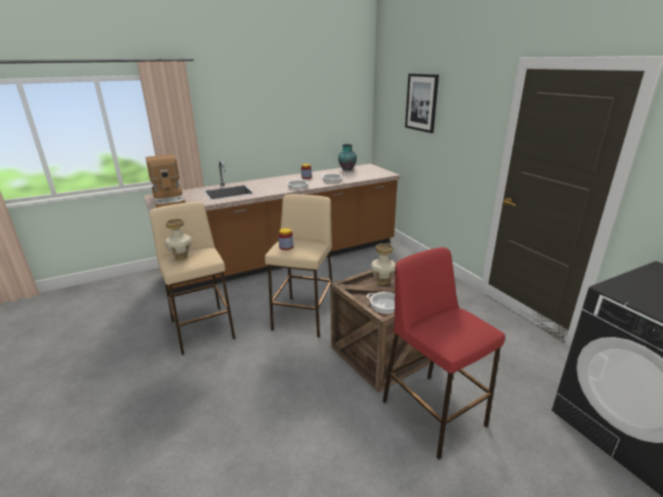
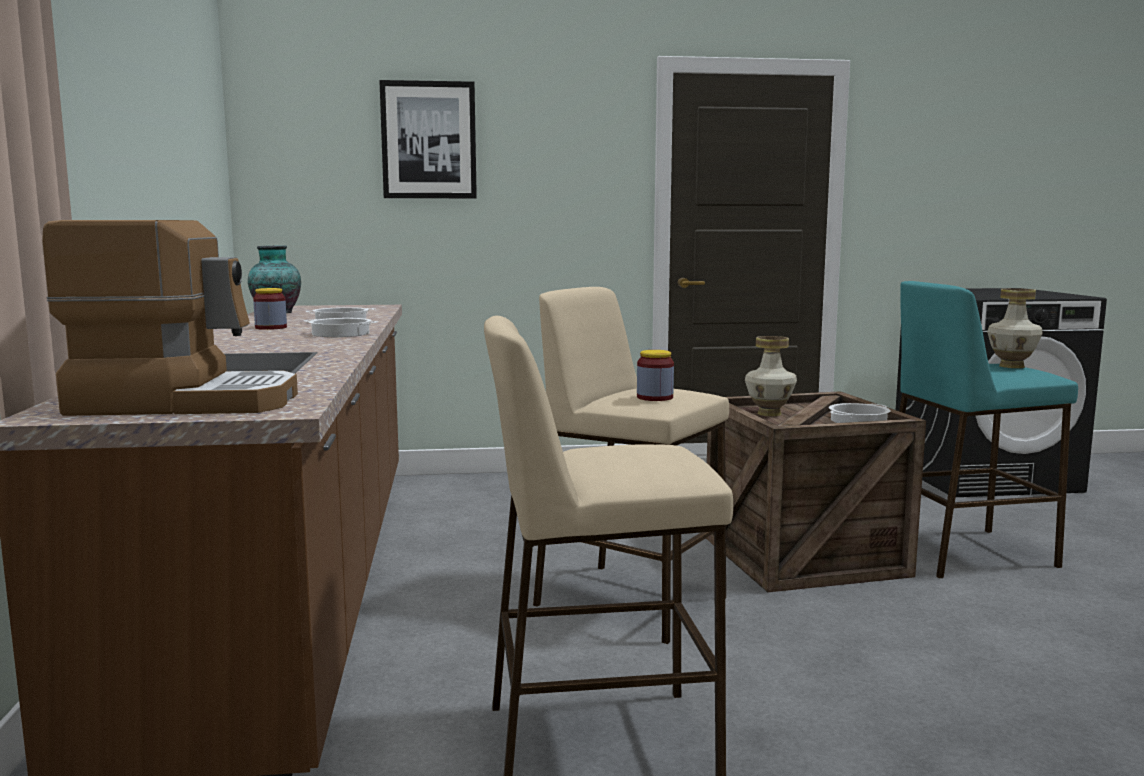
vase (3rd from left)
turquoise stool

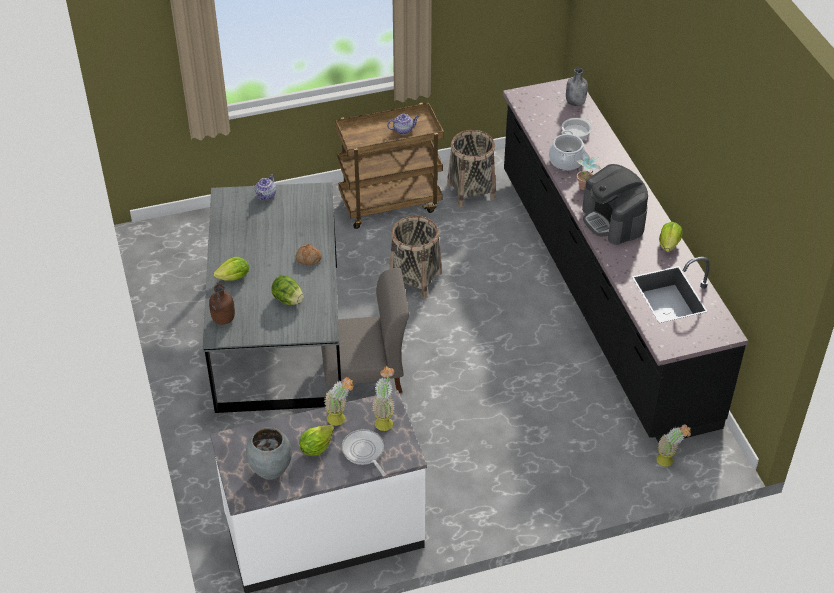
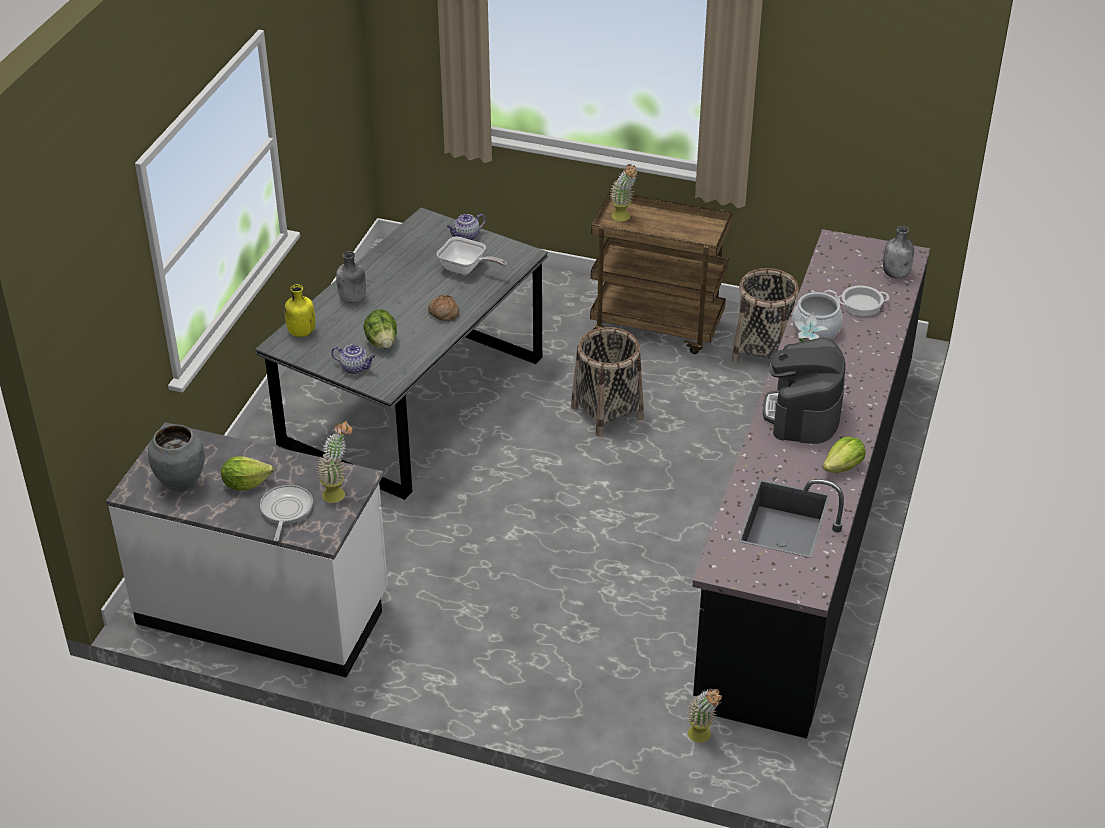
grey chair
frying pan (2nd from left)
potted plant (2nd from left)
teapot (1st from left)
grey bottle (1st from left)
yellow bottle

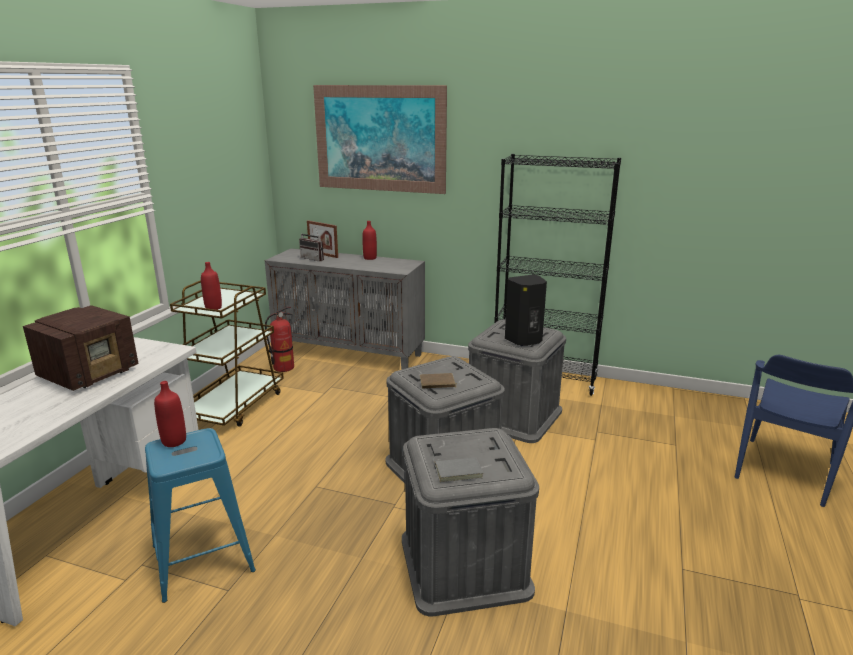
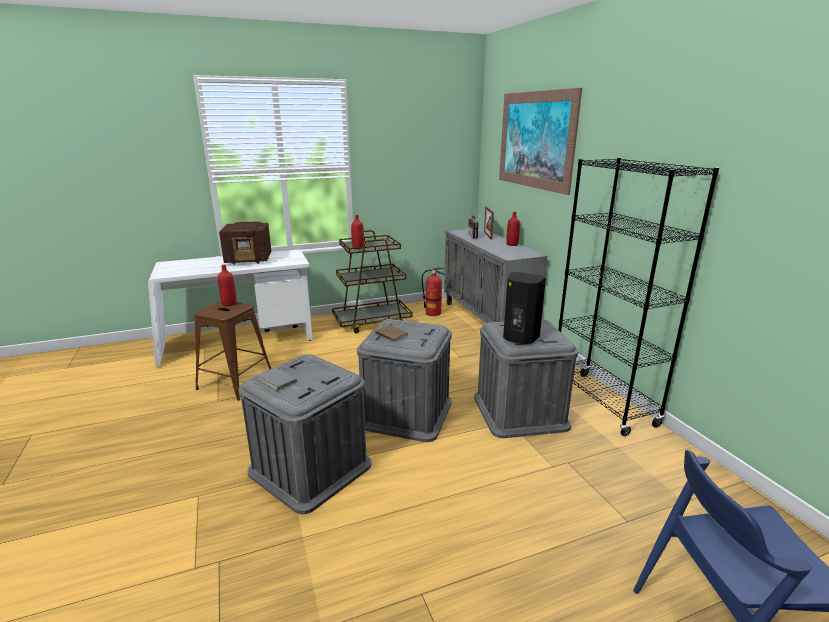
brown stool

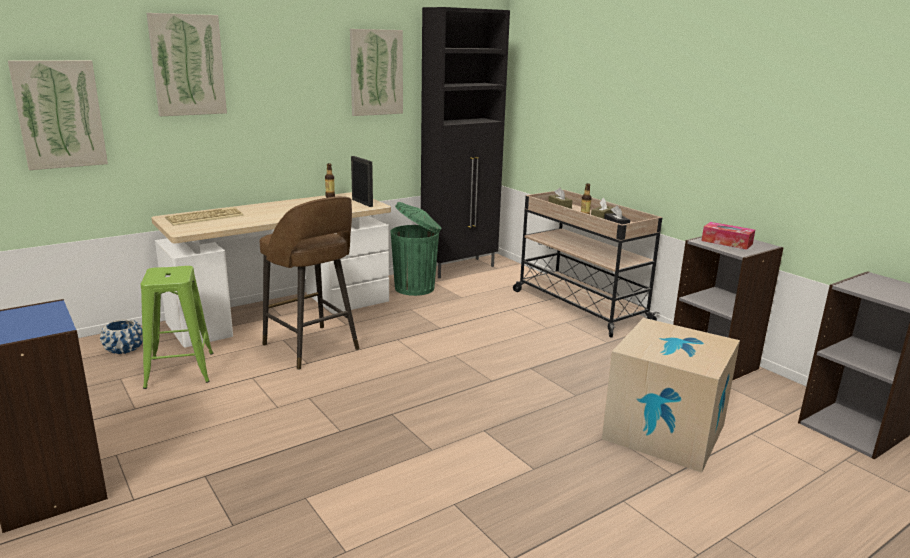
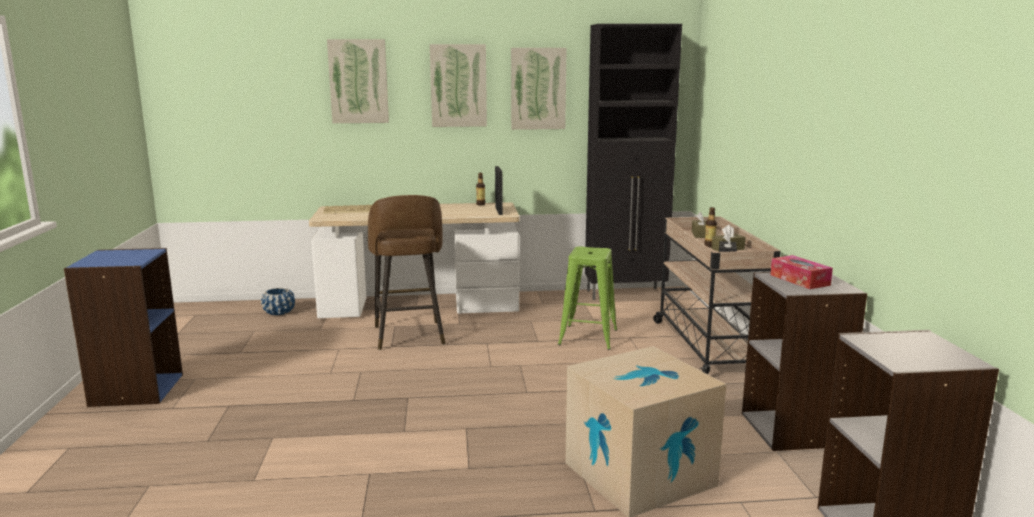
green trash can
picture (2nd from left)
green stool

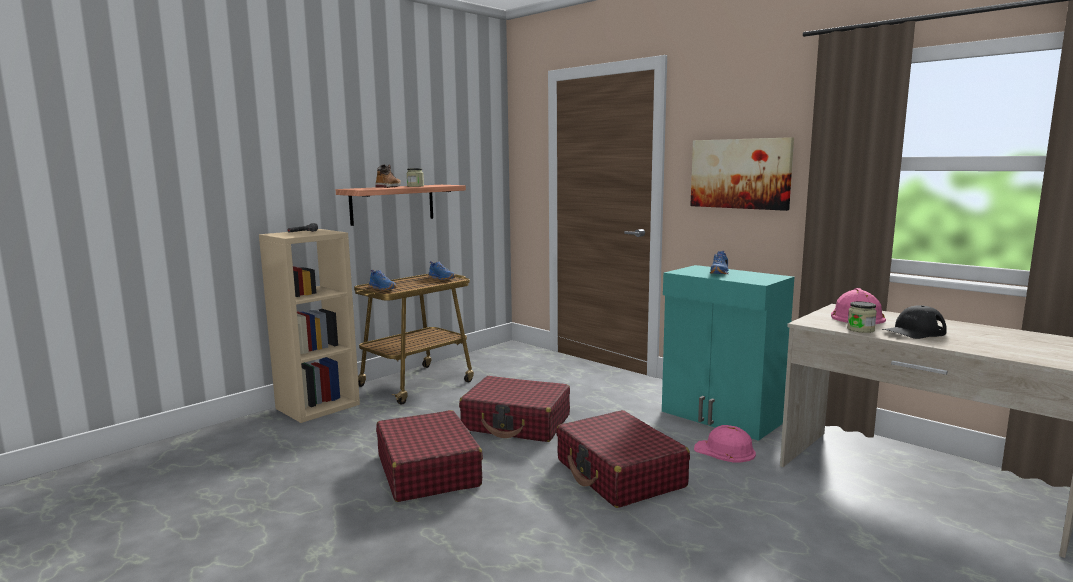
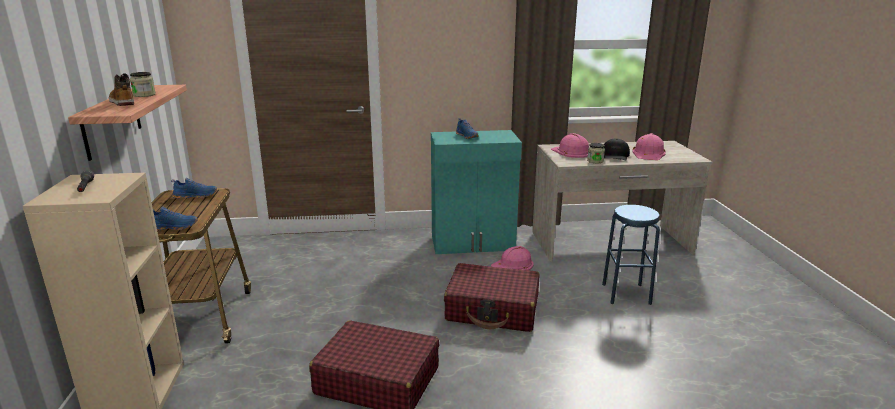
red suitcase (2nd from left in the first image)
picture
blue stool
pink hard hat (3rd from left)

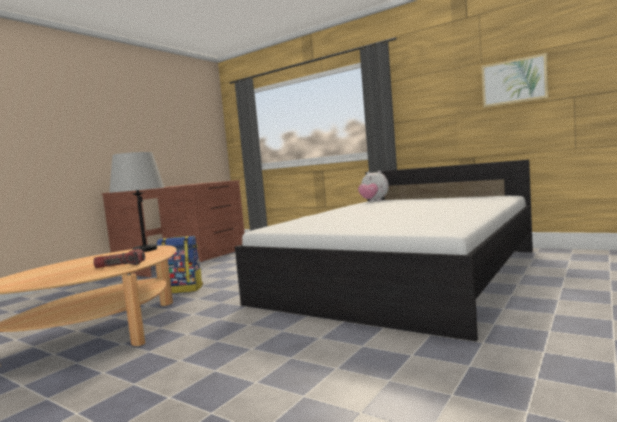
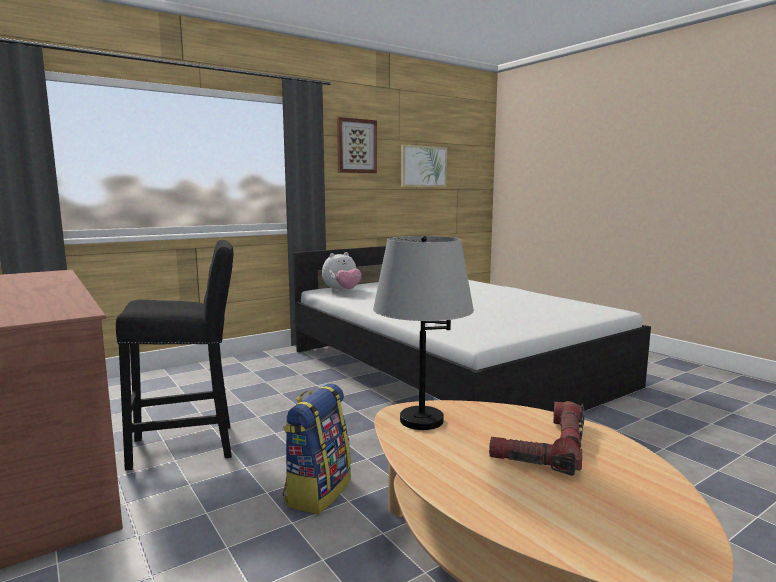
black stool
picture (1st from left)
flashlight (1st from left)

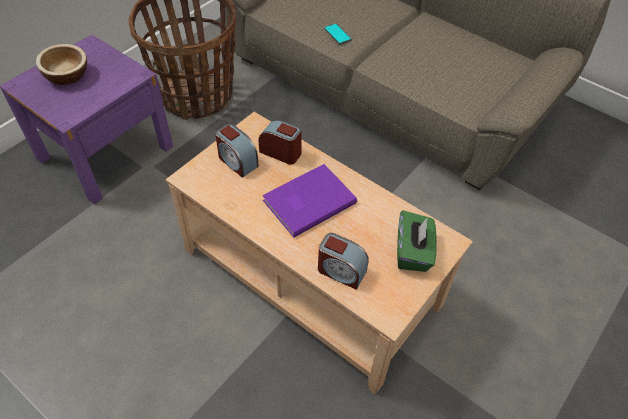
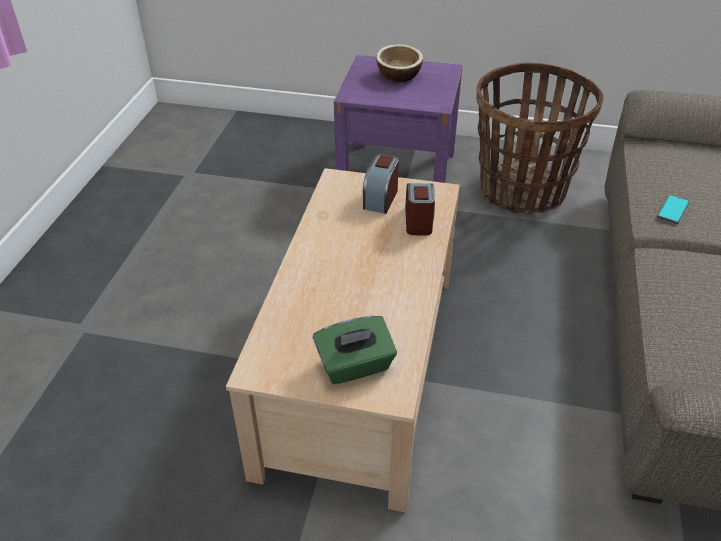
purple book
alarm clock (3rd from left in the first image)

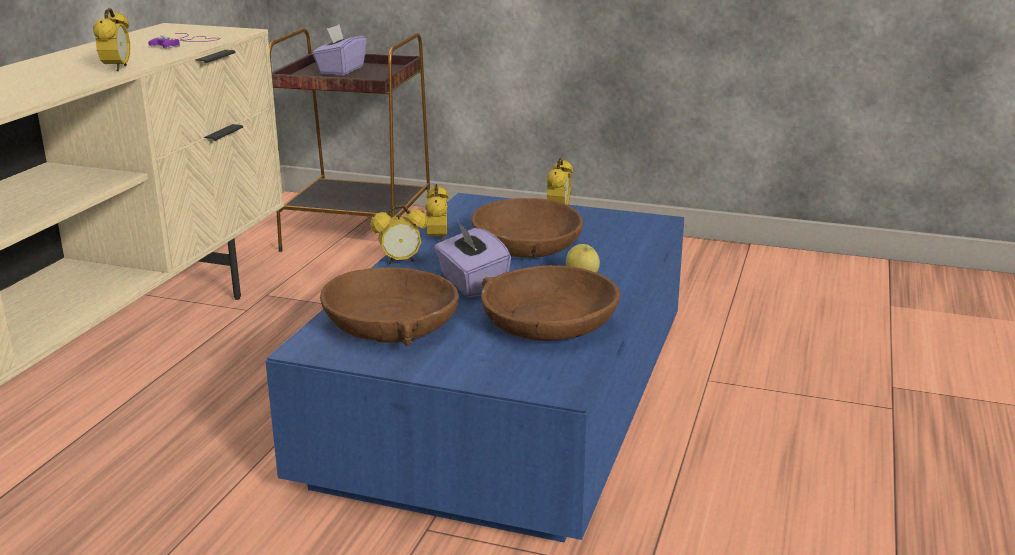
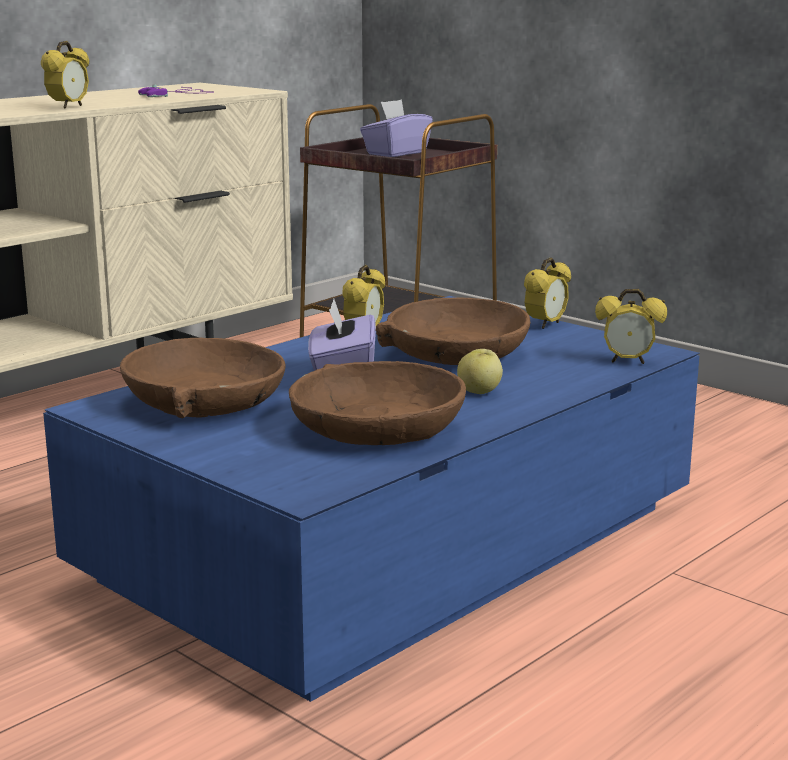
alarm clock (4th from left)

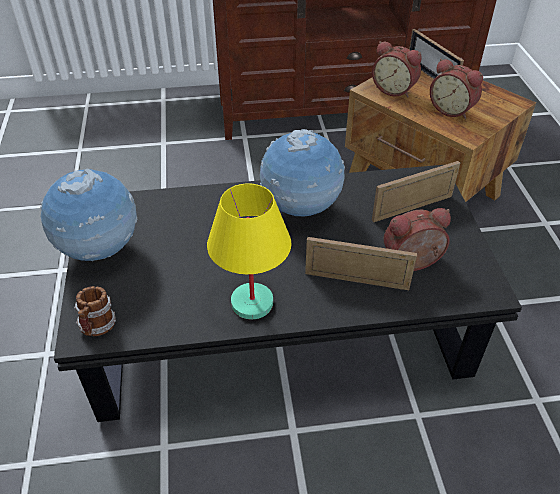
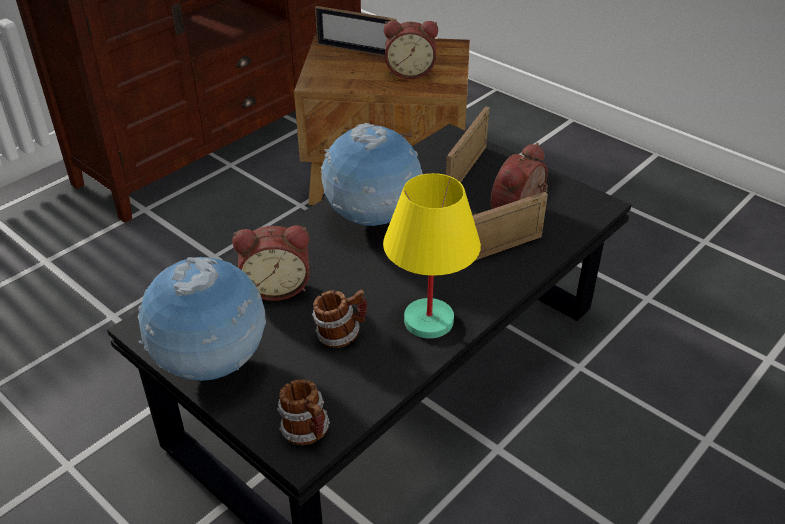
mug (2nd from left)
alarm clock (1st from left)

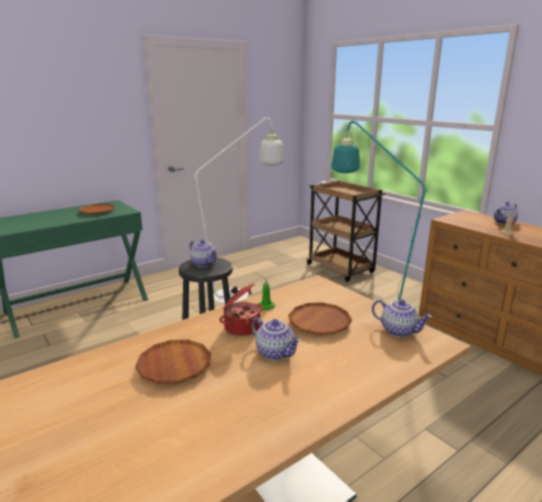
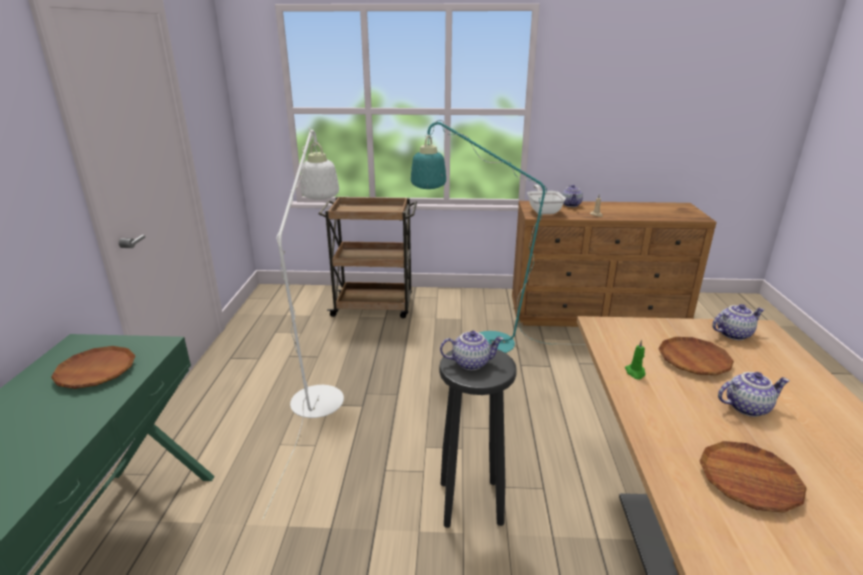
cooking pot
frying pan

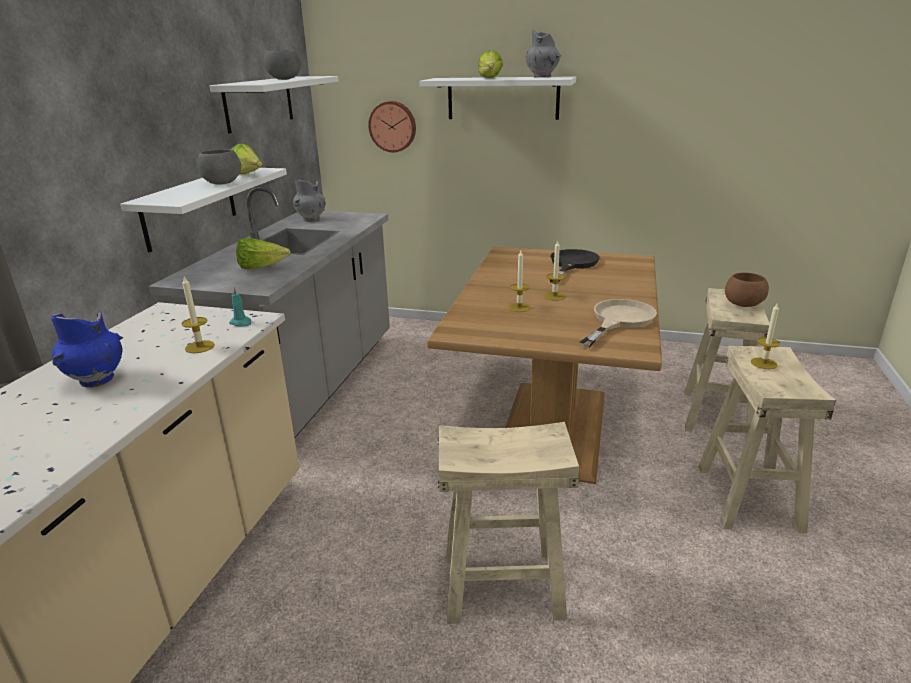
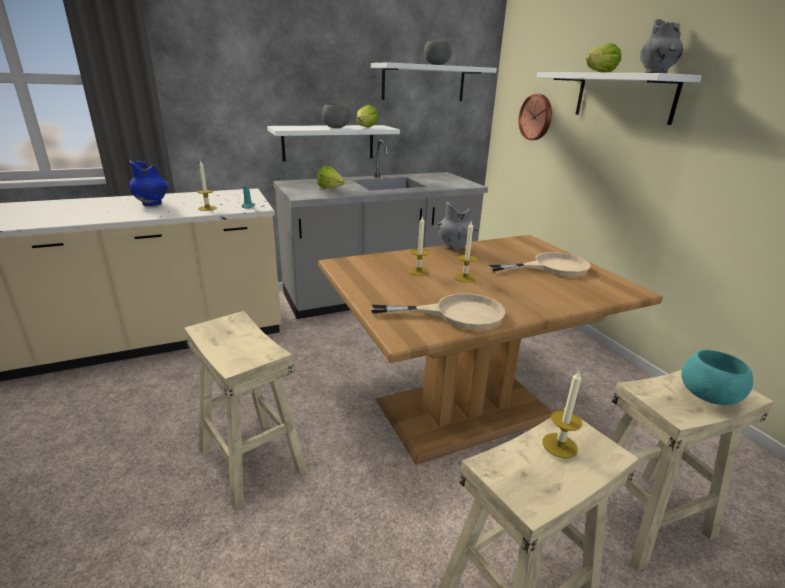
grey vase (1st from left)
beige frying pan (2nd from left)
turquoise bowl

